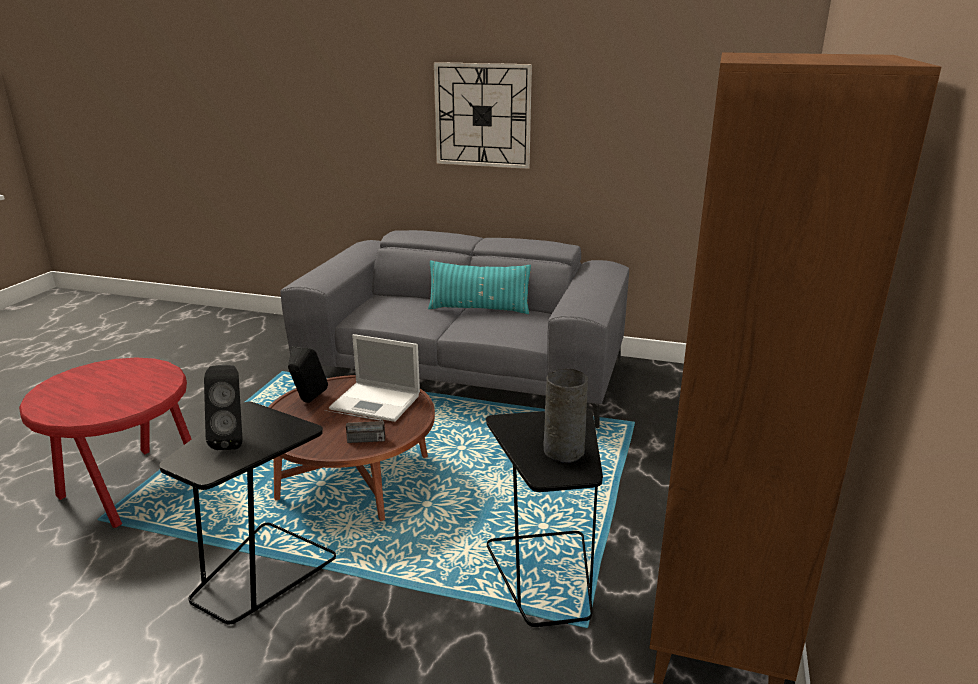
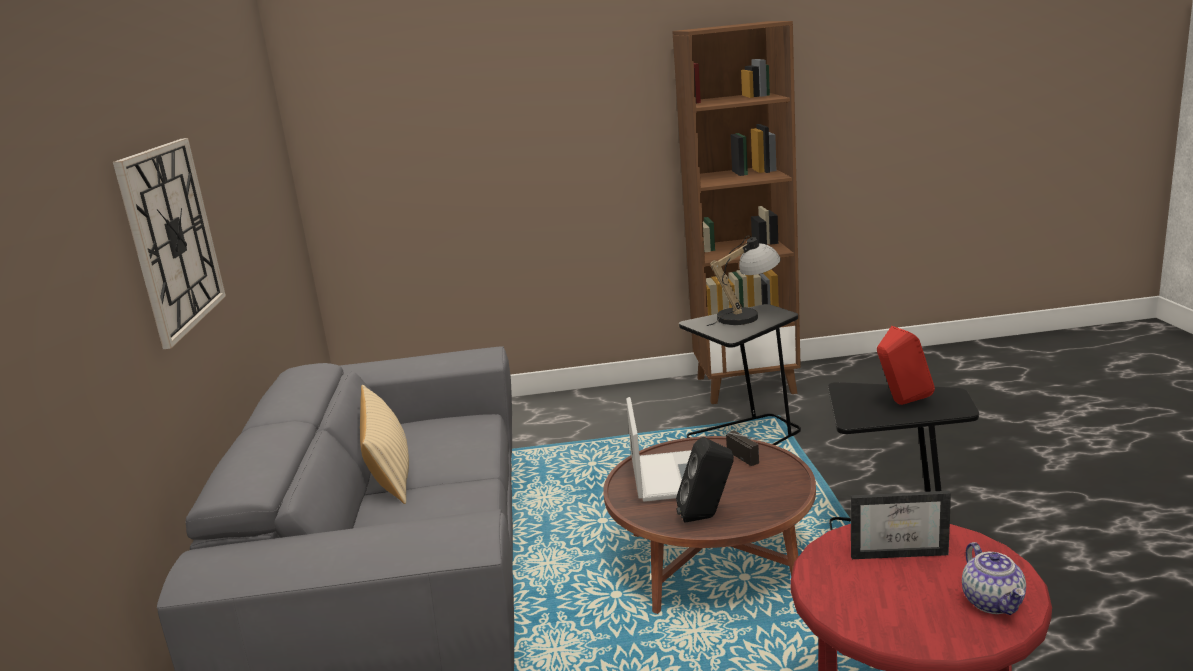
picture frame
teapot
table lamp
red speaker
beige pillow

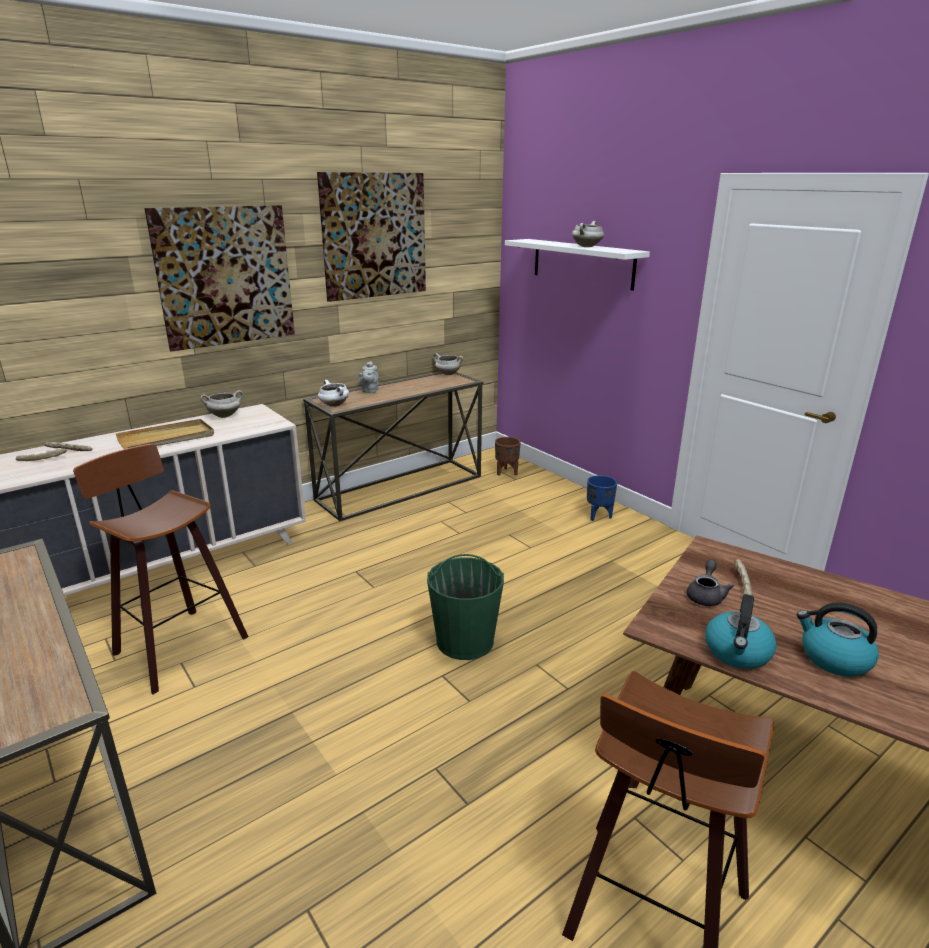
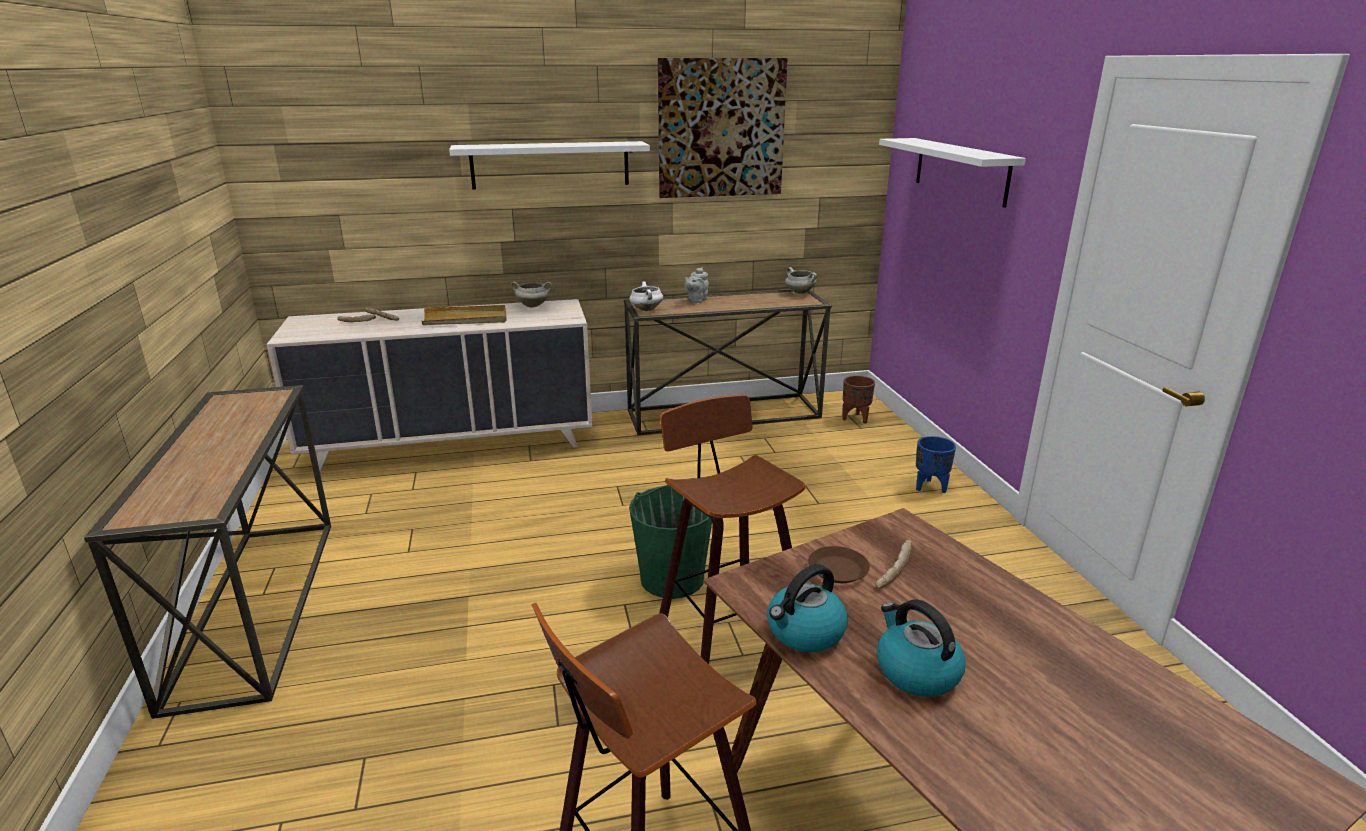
white cooking pot (4th from left in the first image)
stool (2nd from left)
white shelf (1st from left)
brown plate

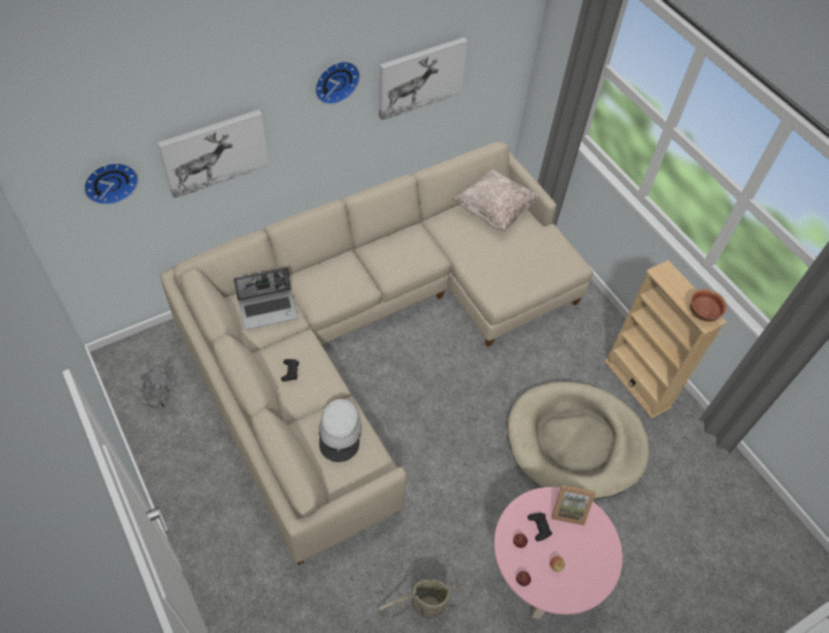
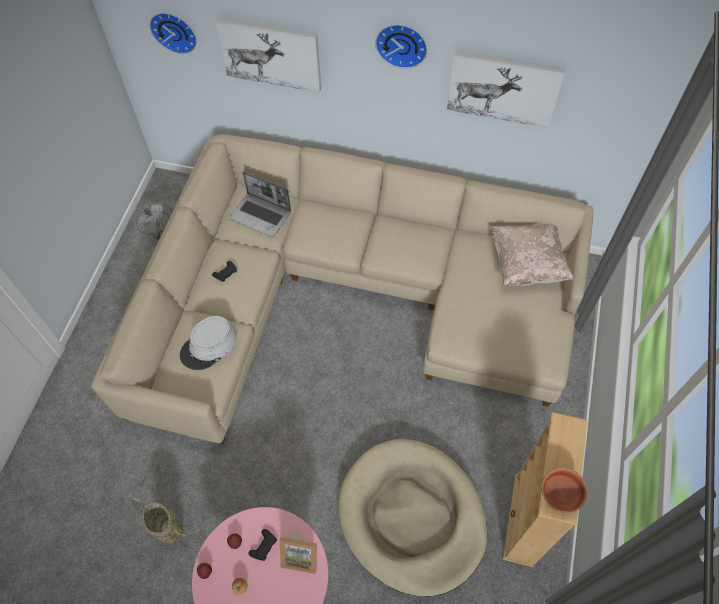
picture frame

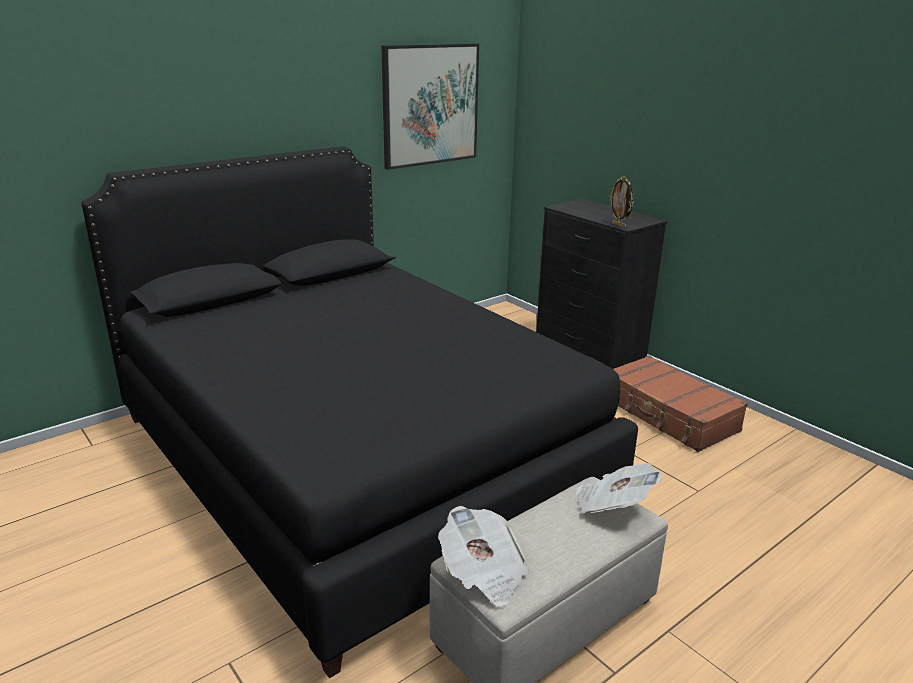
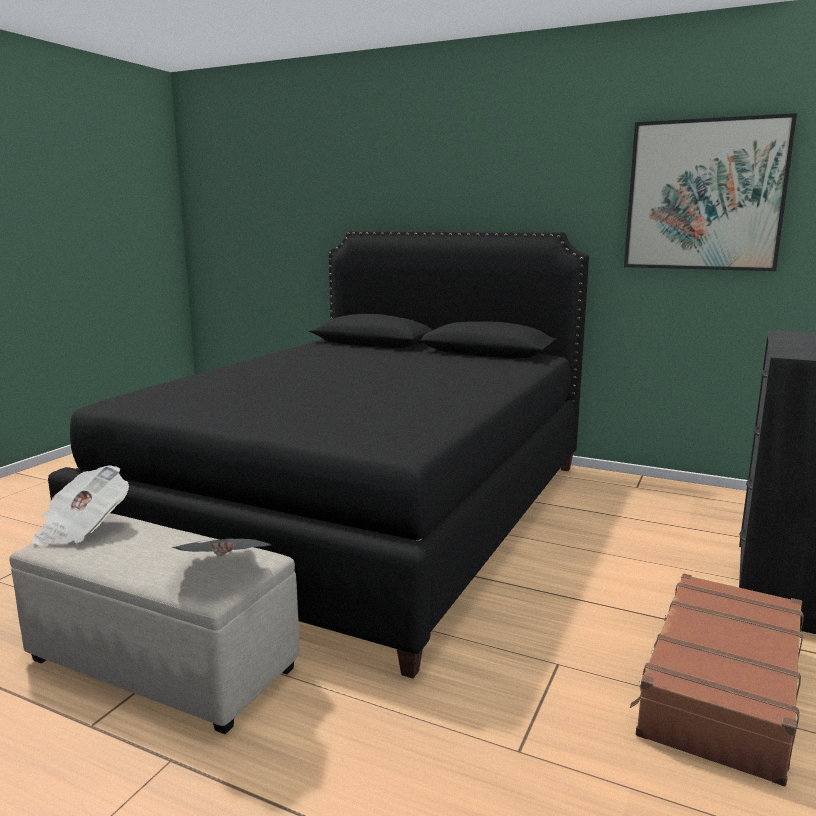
picture frame

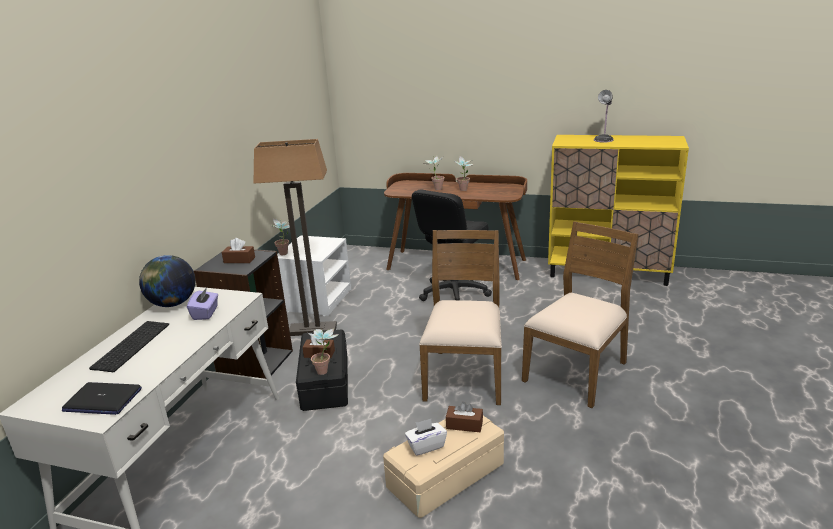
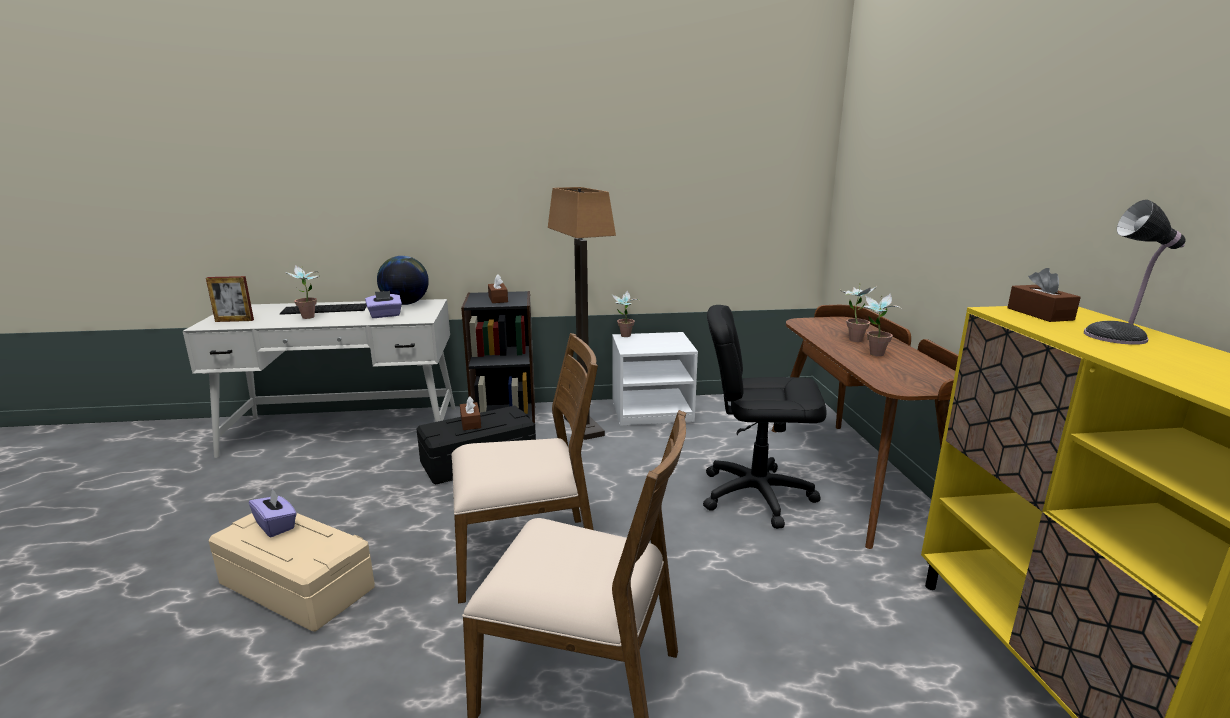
potted plant (1st from left)
brown tissue box (3rd from left)
picture frame
purple tissue box (1st from left)

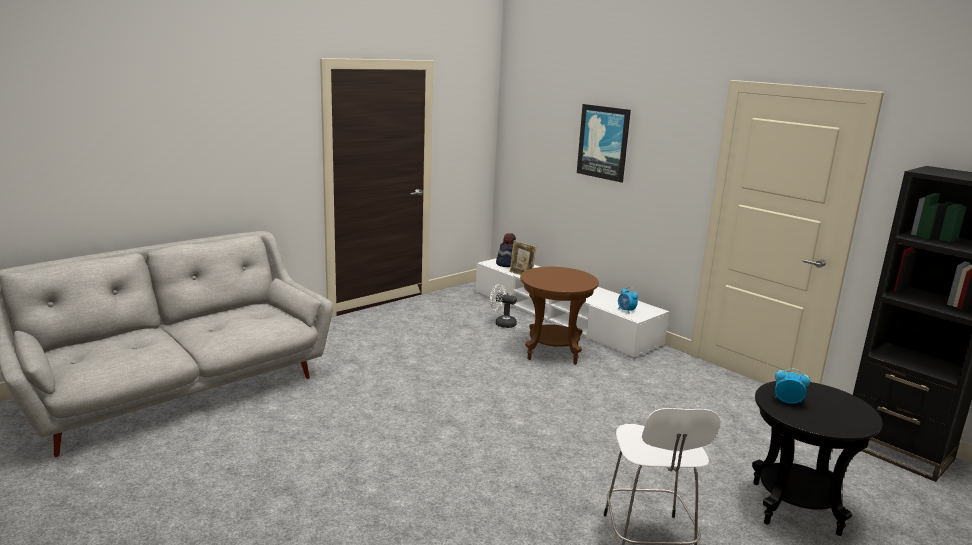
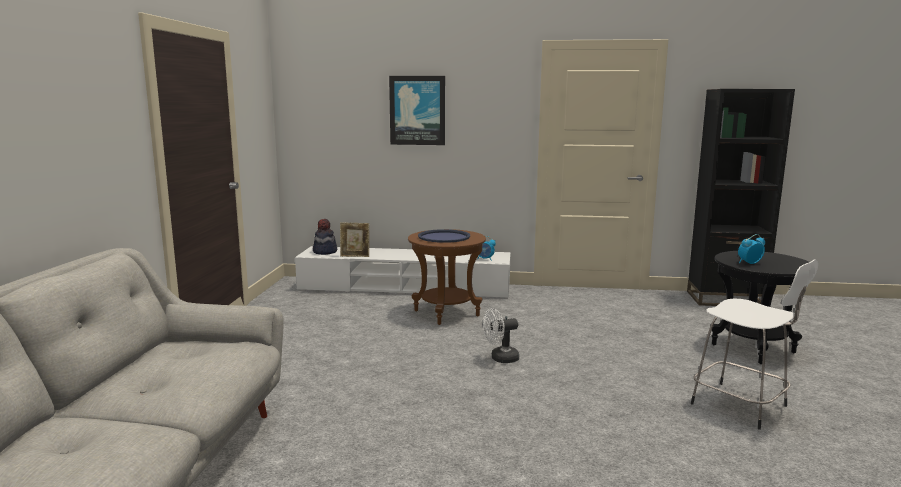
blue tray
white fan

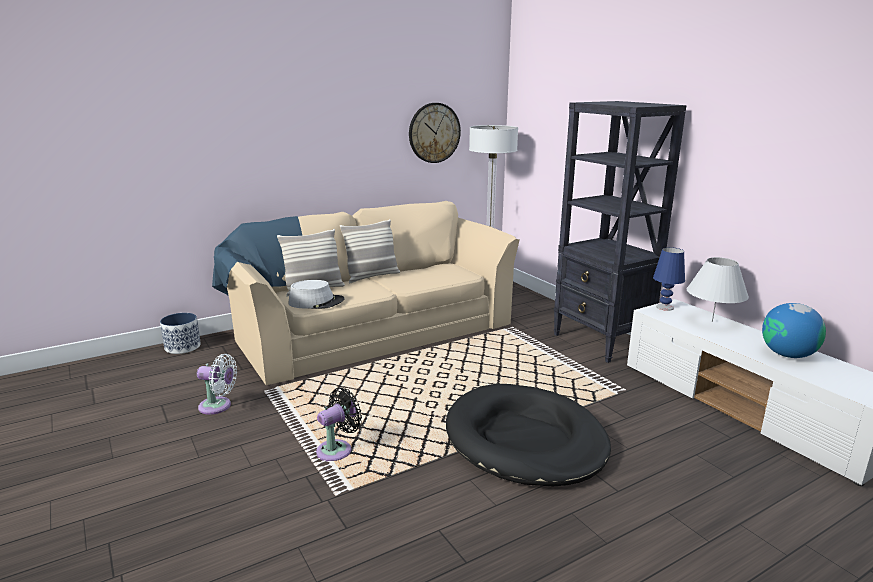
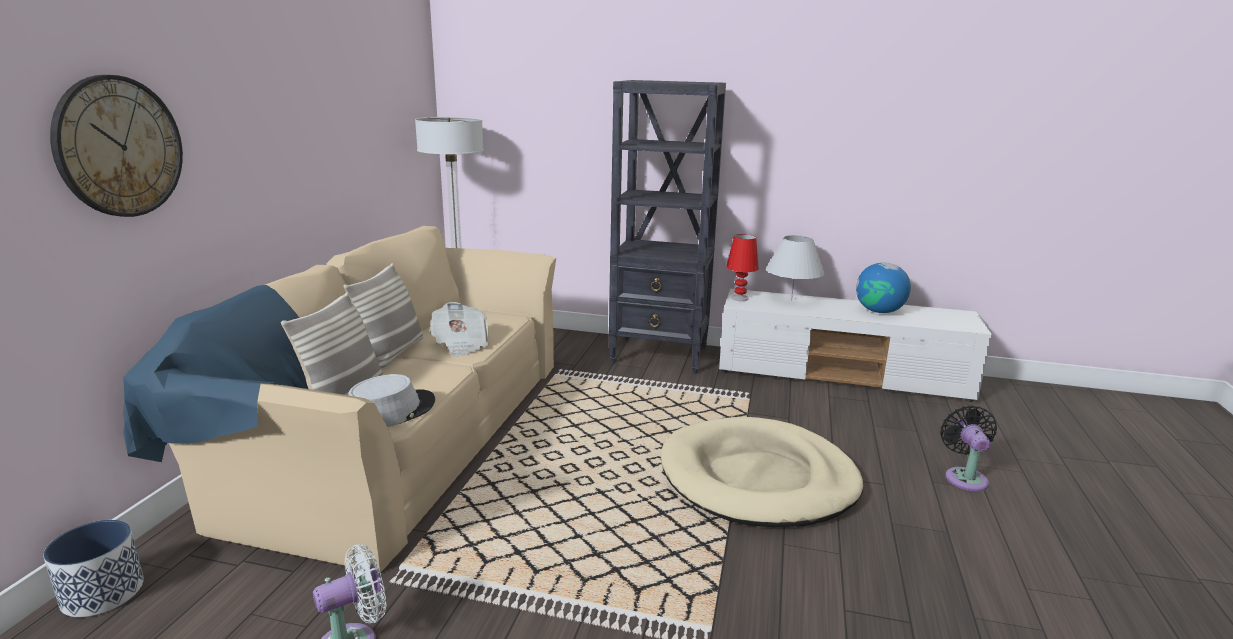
newspaper
black fan
wall clock
beige dog bed
red table lamp

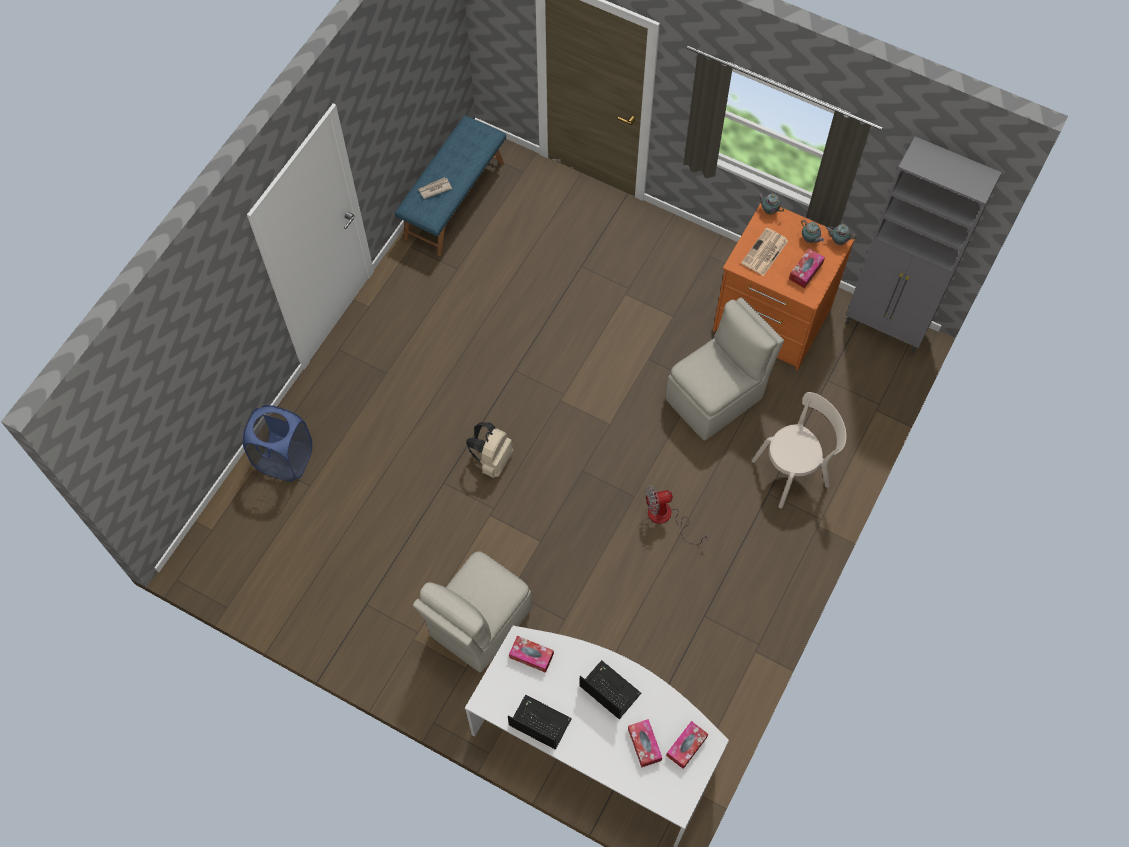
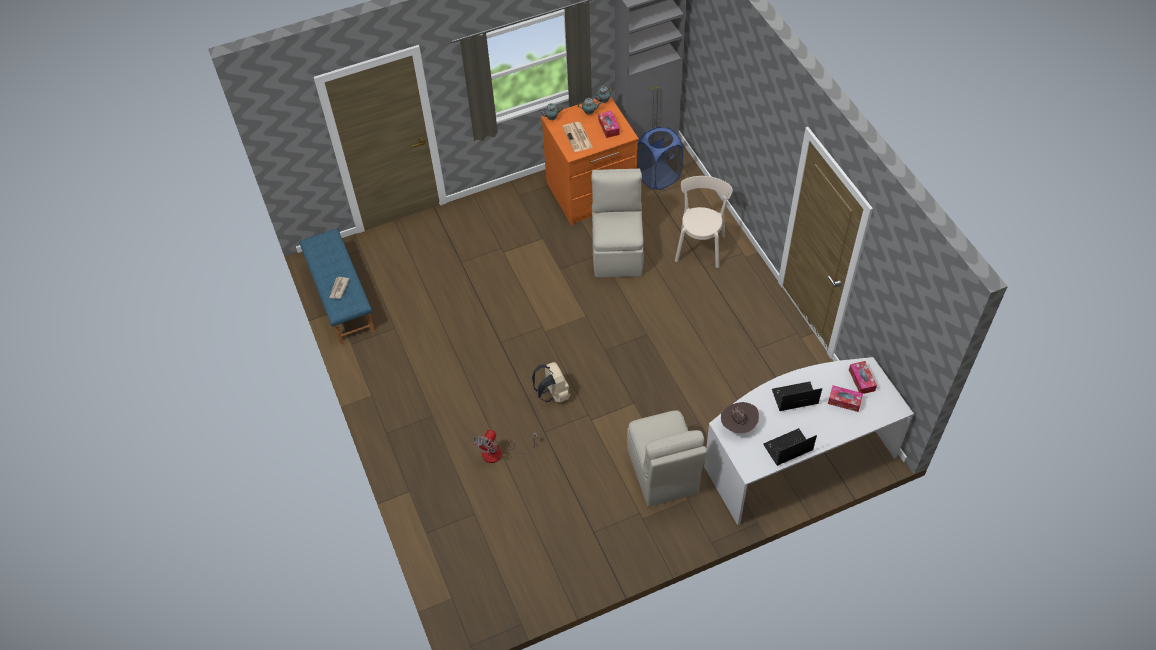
blue laundry basket
fan
brown hat

